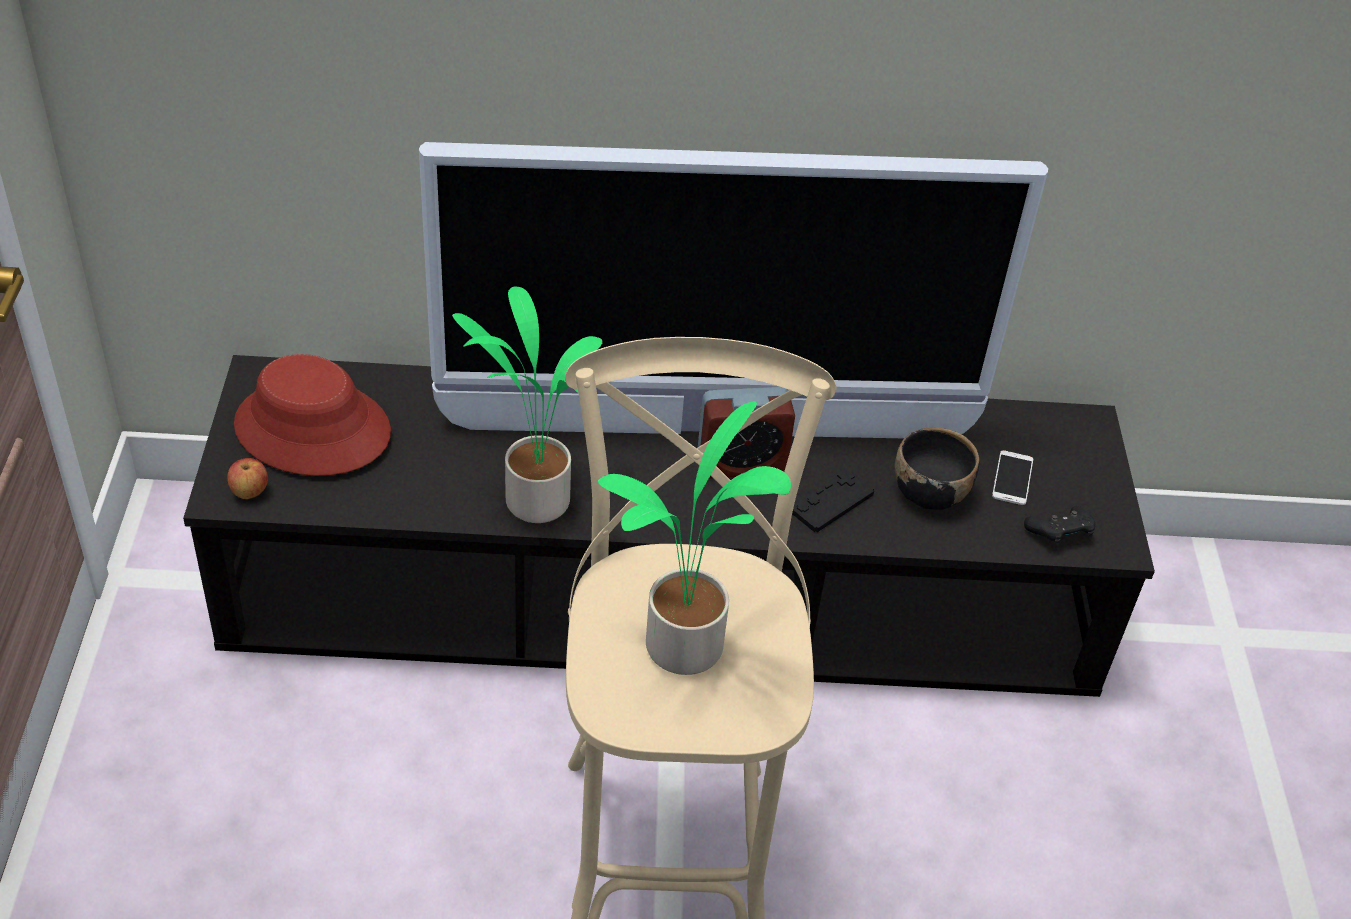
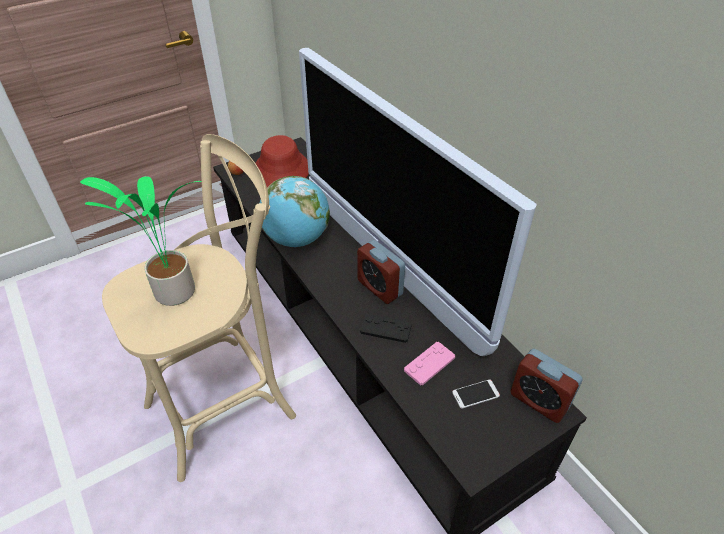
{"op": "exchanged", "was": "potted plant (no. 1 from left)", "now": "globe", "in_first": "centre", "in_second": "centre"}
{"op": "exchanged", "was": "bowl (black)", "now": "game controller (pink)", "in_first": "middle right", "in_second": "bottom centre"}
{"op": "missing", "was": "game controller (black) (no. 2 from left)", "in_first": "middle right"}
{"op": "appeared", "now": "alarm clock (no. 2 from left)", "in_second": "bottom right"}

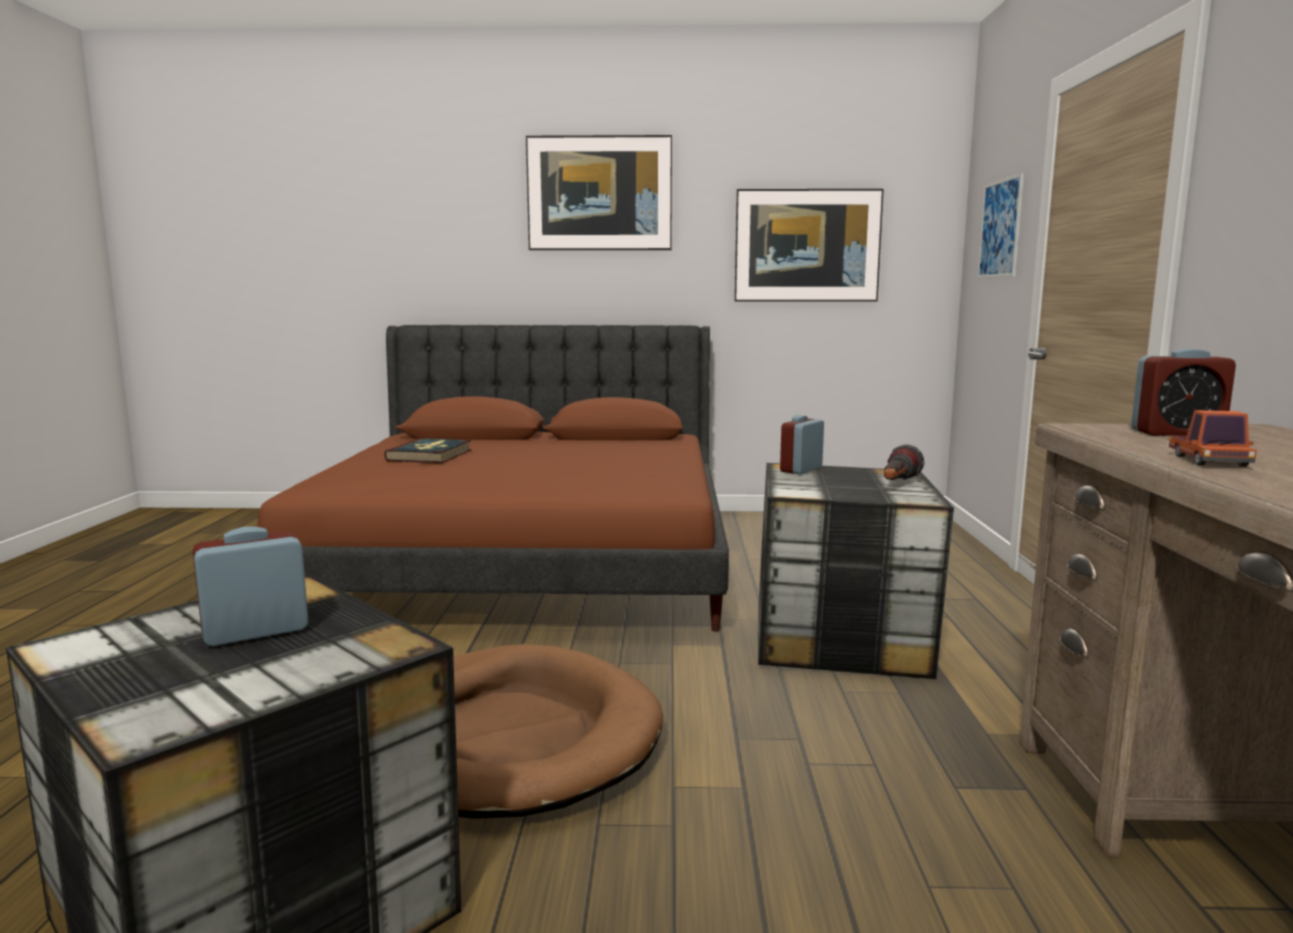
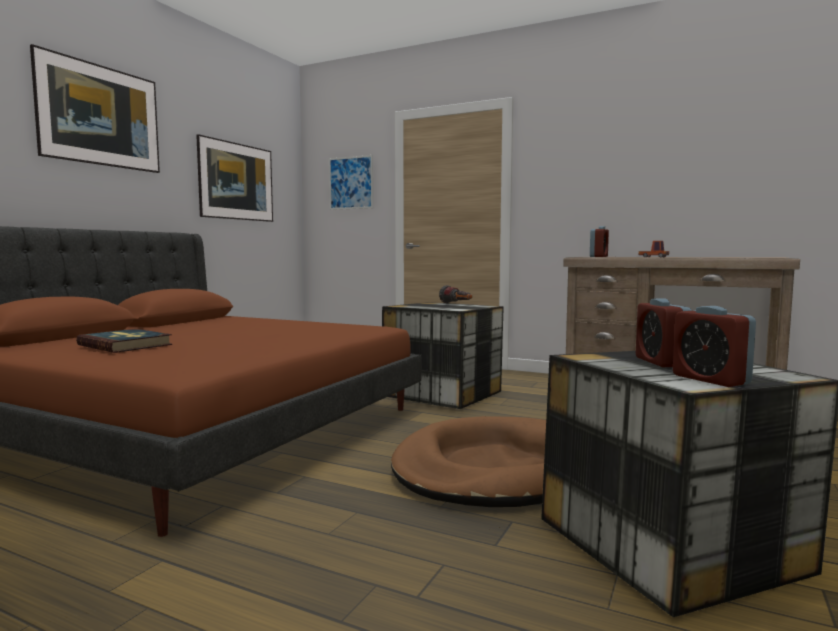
{"op": "relocated", "was": "alarm clock (no. 2 from left in the first image)", "now": "alarm clock (no. 3 from left)", "in_first": "centre", "in_second": "middle right"}

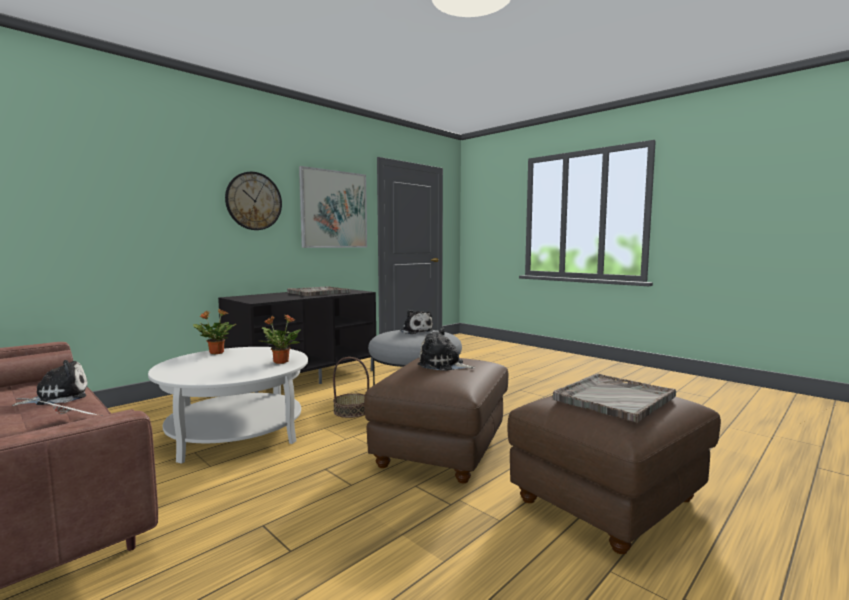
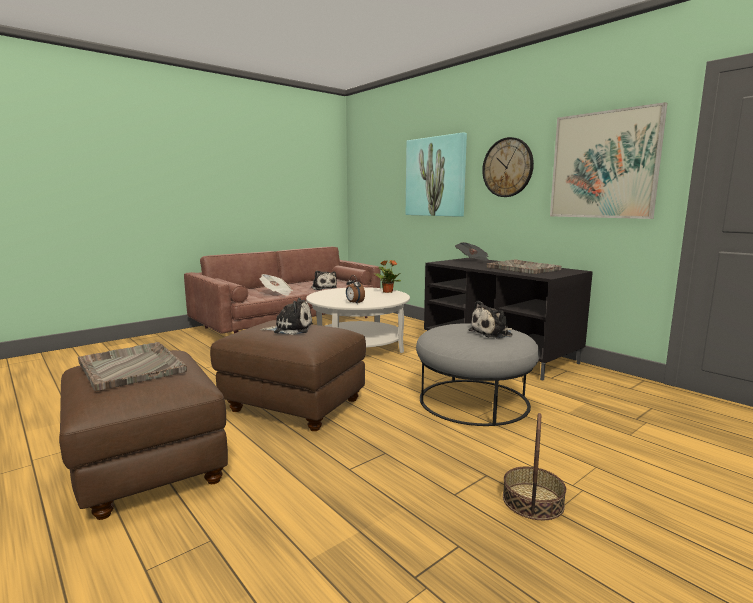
{"op": "exchanged", "was": "potted plant (no. 2 from left)", "now": "alarm clock", "in_first": "middle left", "in_second": "centre"}
{"op": "relocated", "was": "basket", "in_first": "centre", "in_second": "bottom right"}
{"op": "spun", "was": "plush toy (no. 3 from left in the first image)", "in_first": "centre", "in_second": "centre", "clockwise": 60}
{"op": "appeared", "now": "picture (no. 1 from left)", "in_second": "top centre"}
{"op": "appeared", "now": "newspaper (no. 2 from left)", "in_second": "centre"}

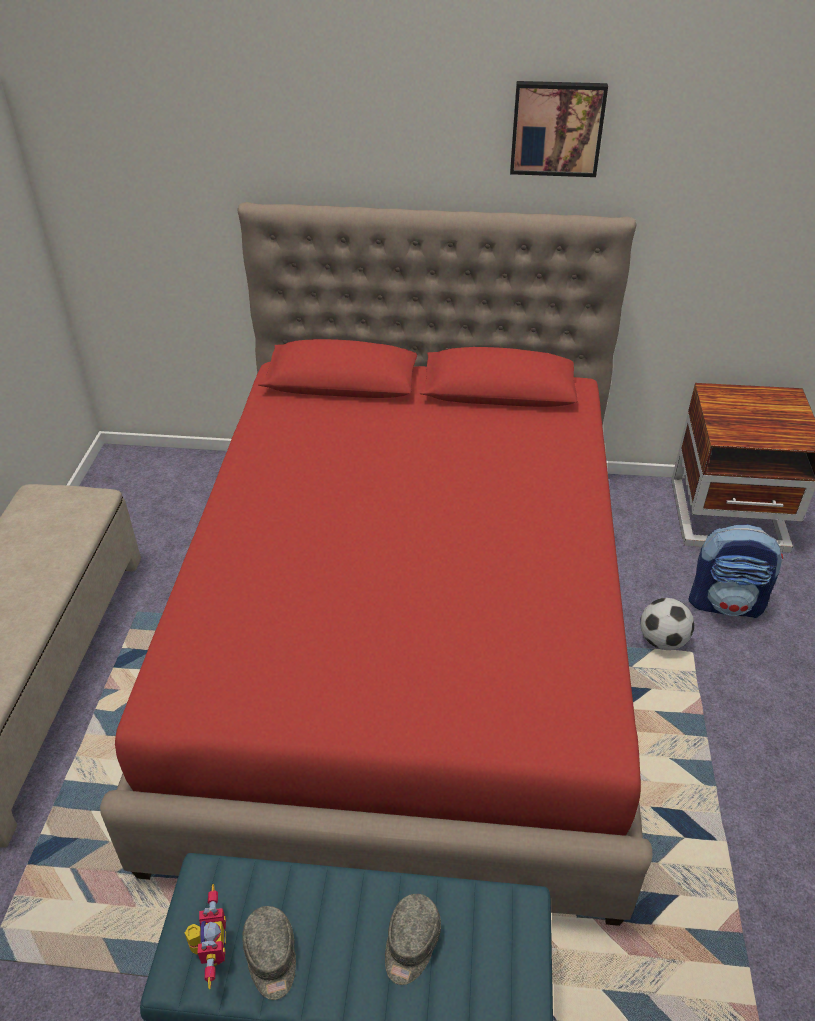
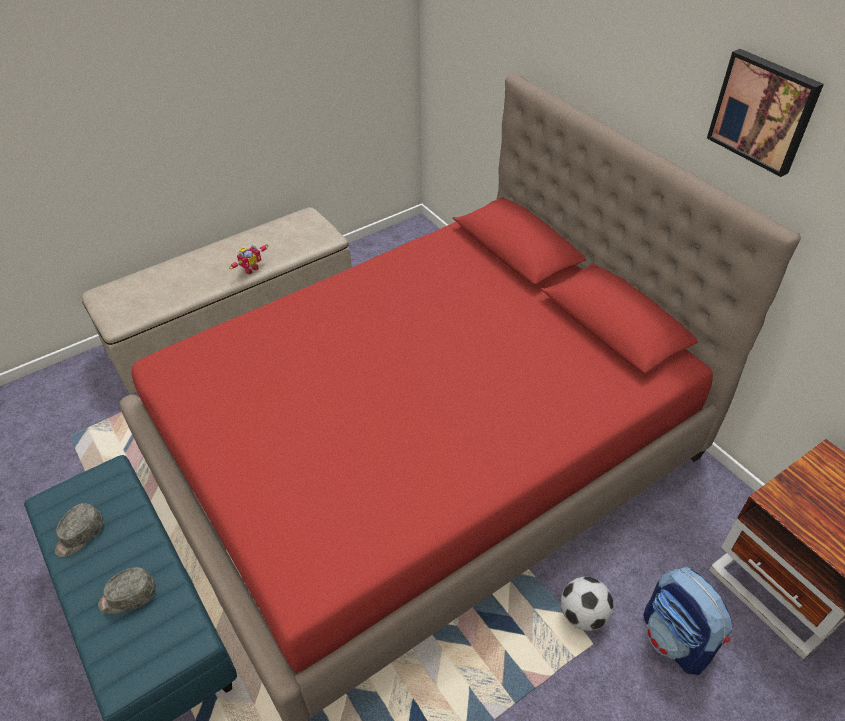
{"op": "relocated", "was": "toy robot", "in_first": "bottom left", "in_second": "middle left"}

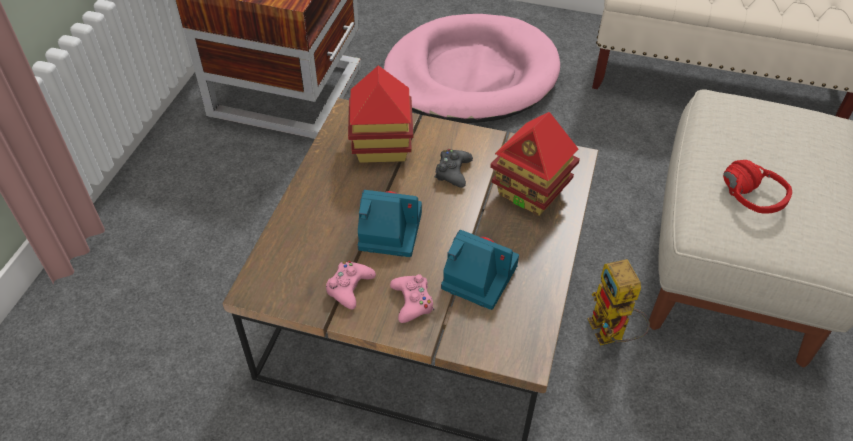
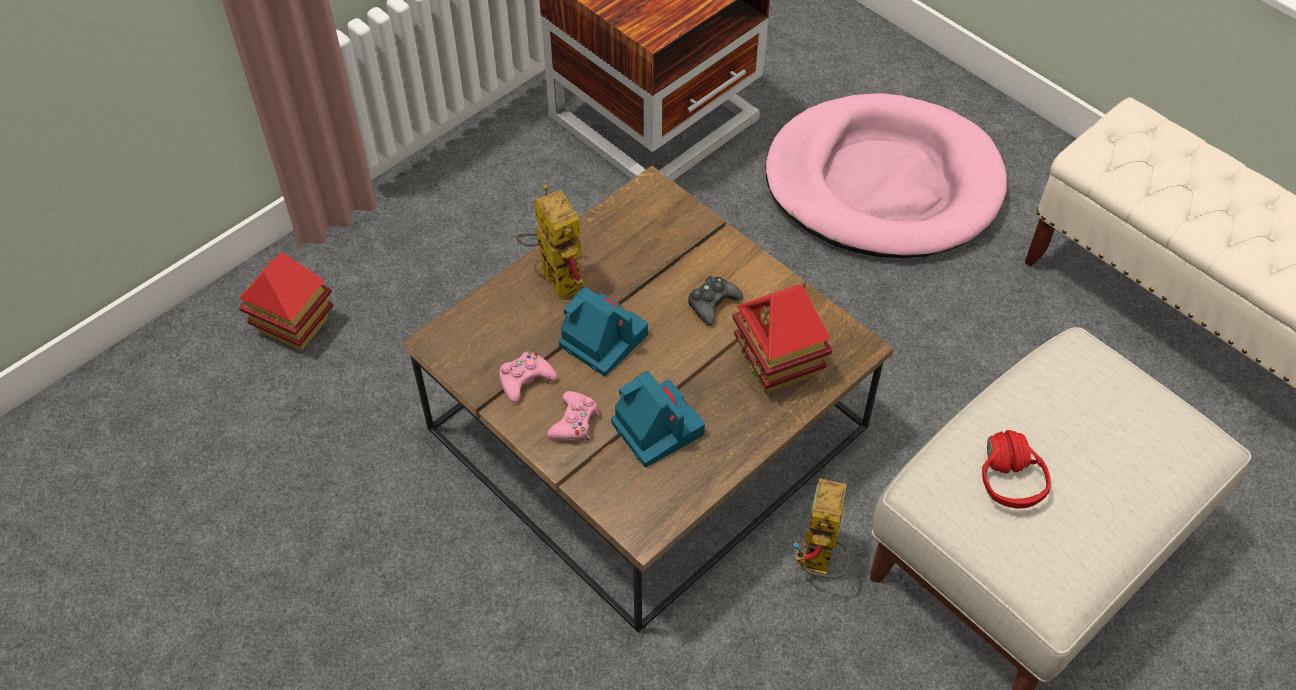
{"op": "relocated", "was": "toy house (no. 1 from left)", "in_first": "top centre", "in_second": "middle left"}
{"op": "appeared", "now": "toy robot (no. 1 from left)", "in_second": "centre"}

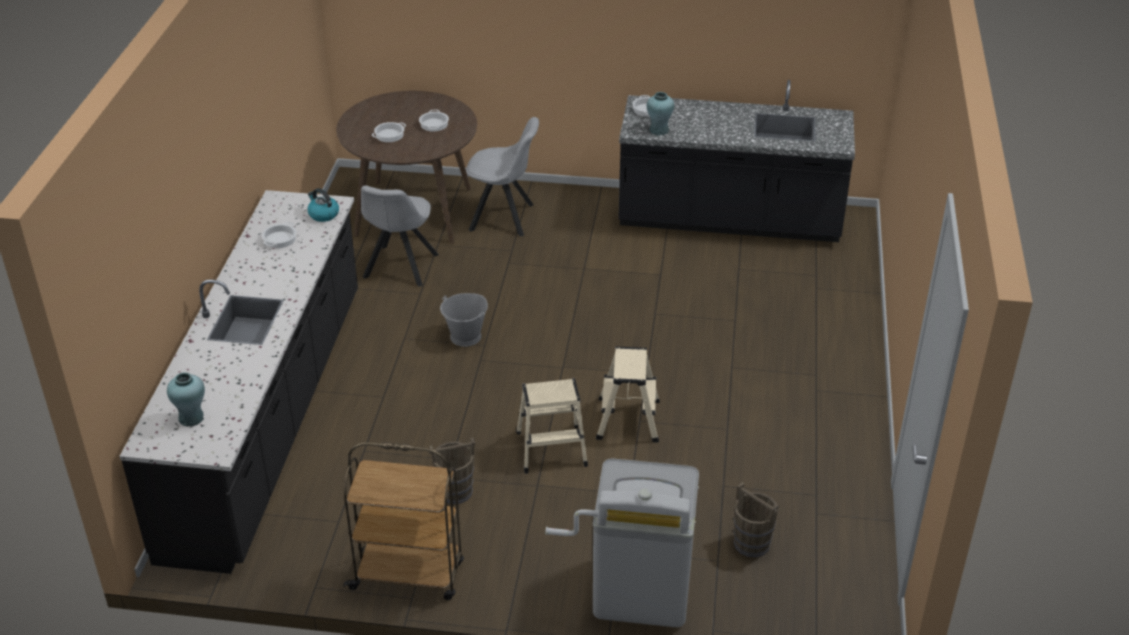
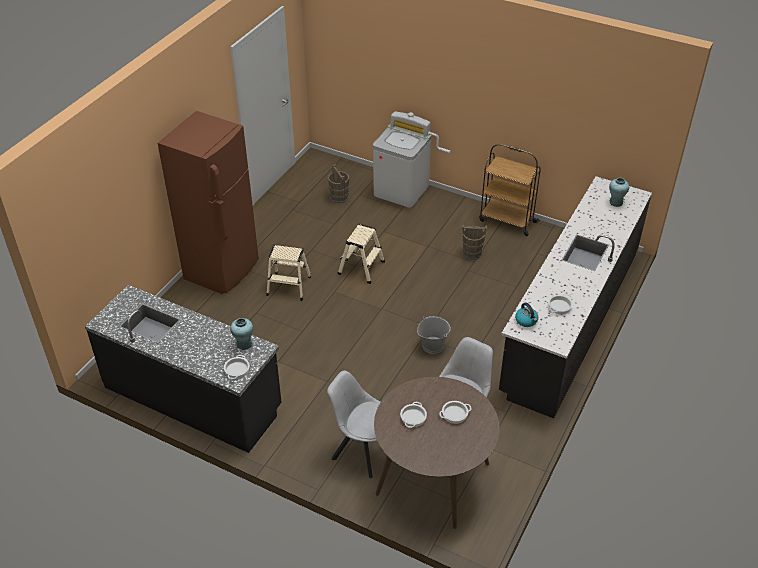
{"op": "relocated", "was": "step ladder (beige) (no. 1 from left)", "in_first": "bottom centre", "in_second": "centre"}
{"op": "appeared", "now": "fridge (brown)", "in_second": "middle left"}

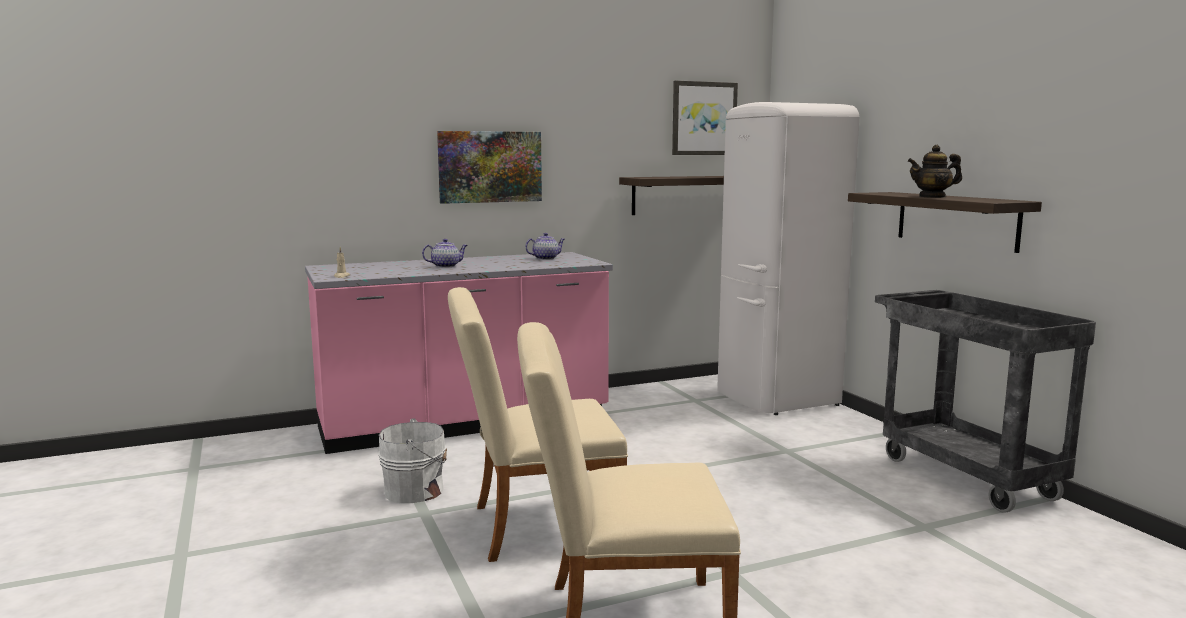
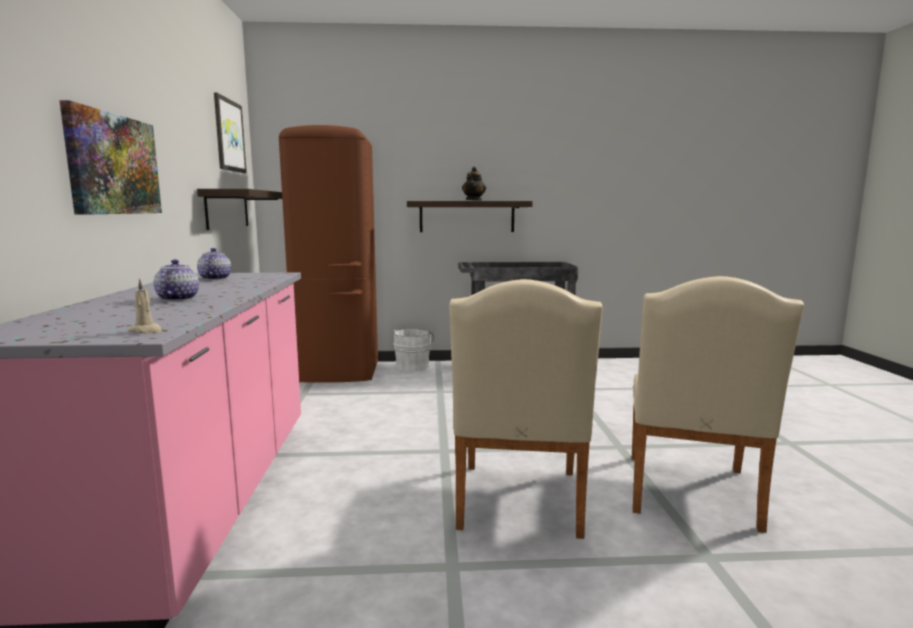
{"op": "relocated", "was": "bucket (white)", "in_first": "bottom centre", "in_second": "centre"}
{"op": "colour", "was": "fridge (white)", "now": "fridge (brown)", "in_first": "centre", "in_second": "centre"}

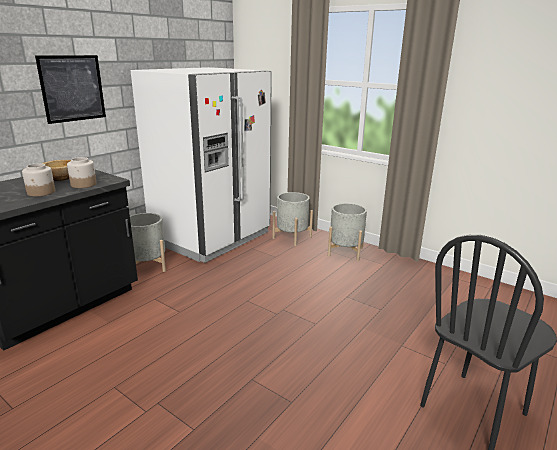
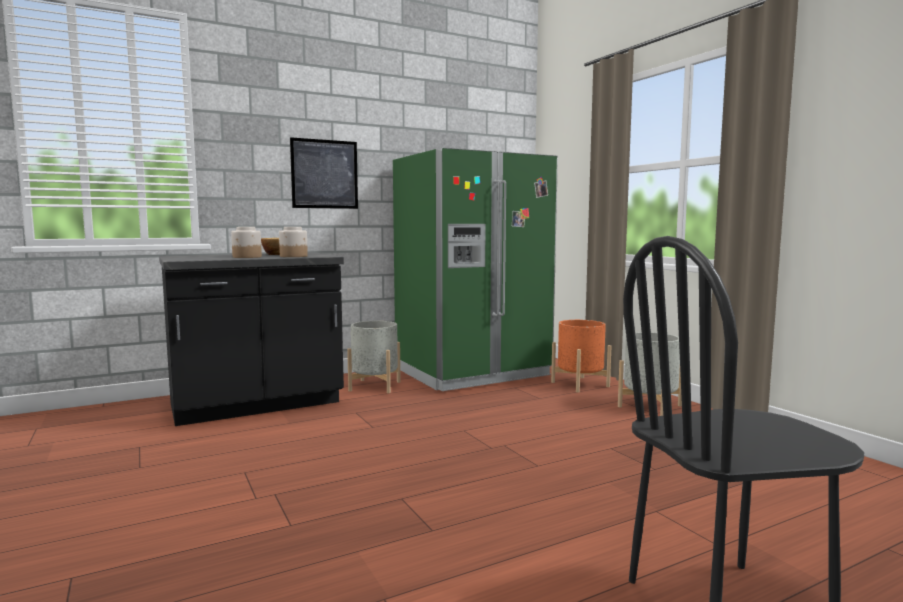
{"op": "colour", "was": "fridge (white)", "now": "fridge (green)", "in_first": "centre", "in_second": "centre"}
{"op": "colour", "was": "planter (grey) (no. 2 from left)", "now": "planter (orange)", "in_first": "centre", "in_second": "centre"}

